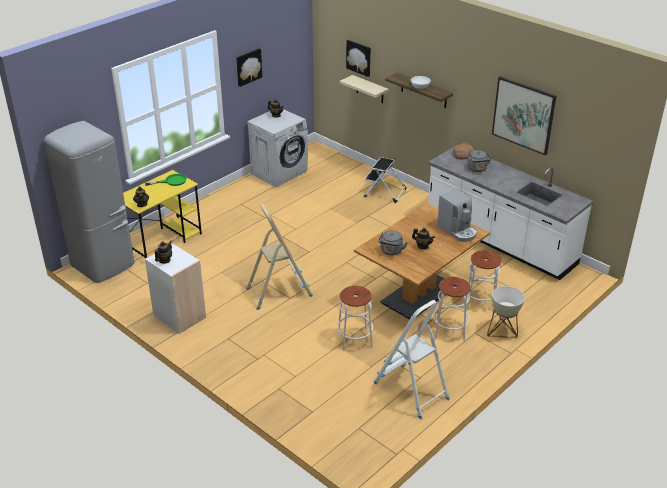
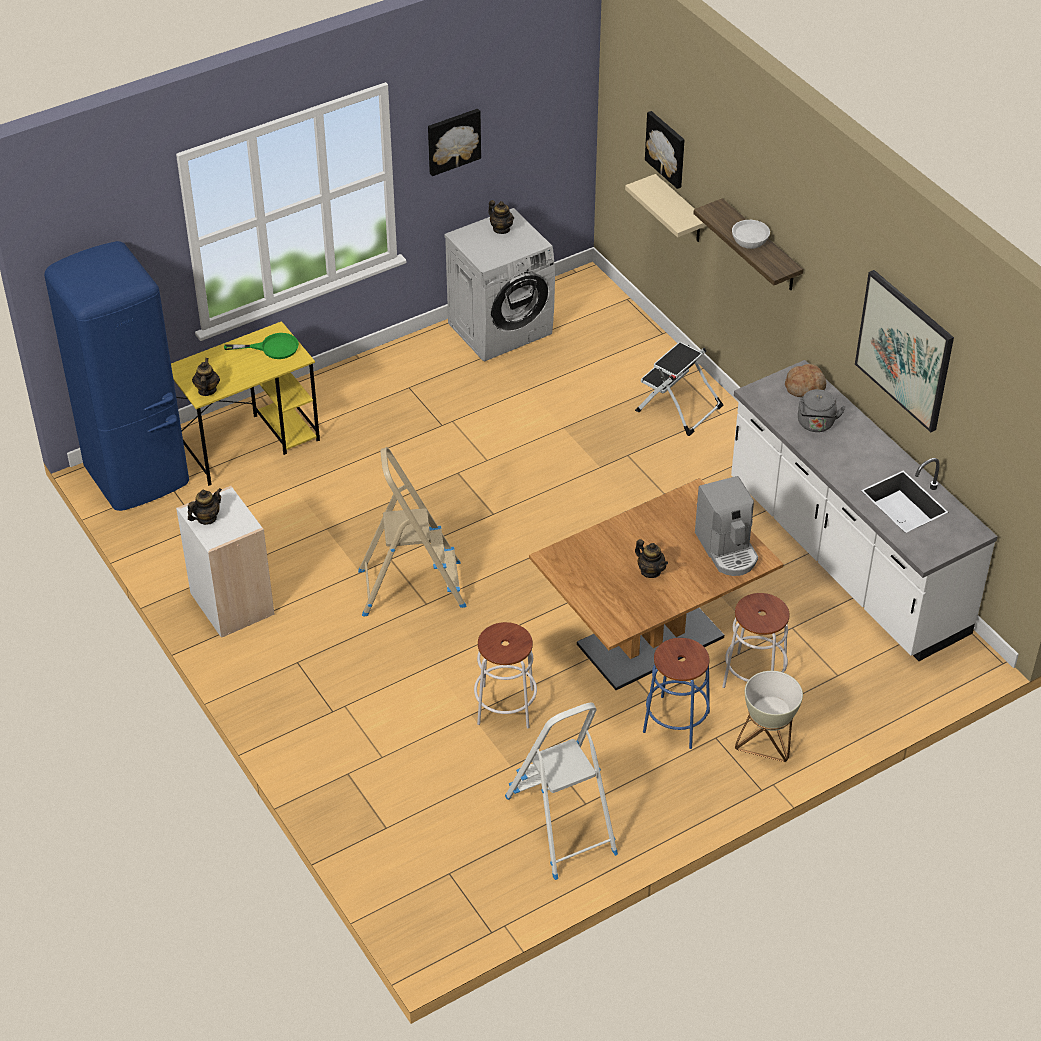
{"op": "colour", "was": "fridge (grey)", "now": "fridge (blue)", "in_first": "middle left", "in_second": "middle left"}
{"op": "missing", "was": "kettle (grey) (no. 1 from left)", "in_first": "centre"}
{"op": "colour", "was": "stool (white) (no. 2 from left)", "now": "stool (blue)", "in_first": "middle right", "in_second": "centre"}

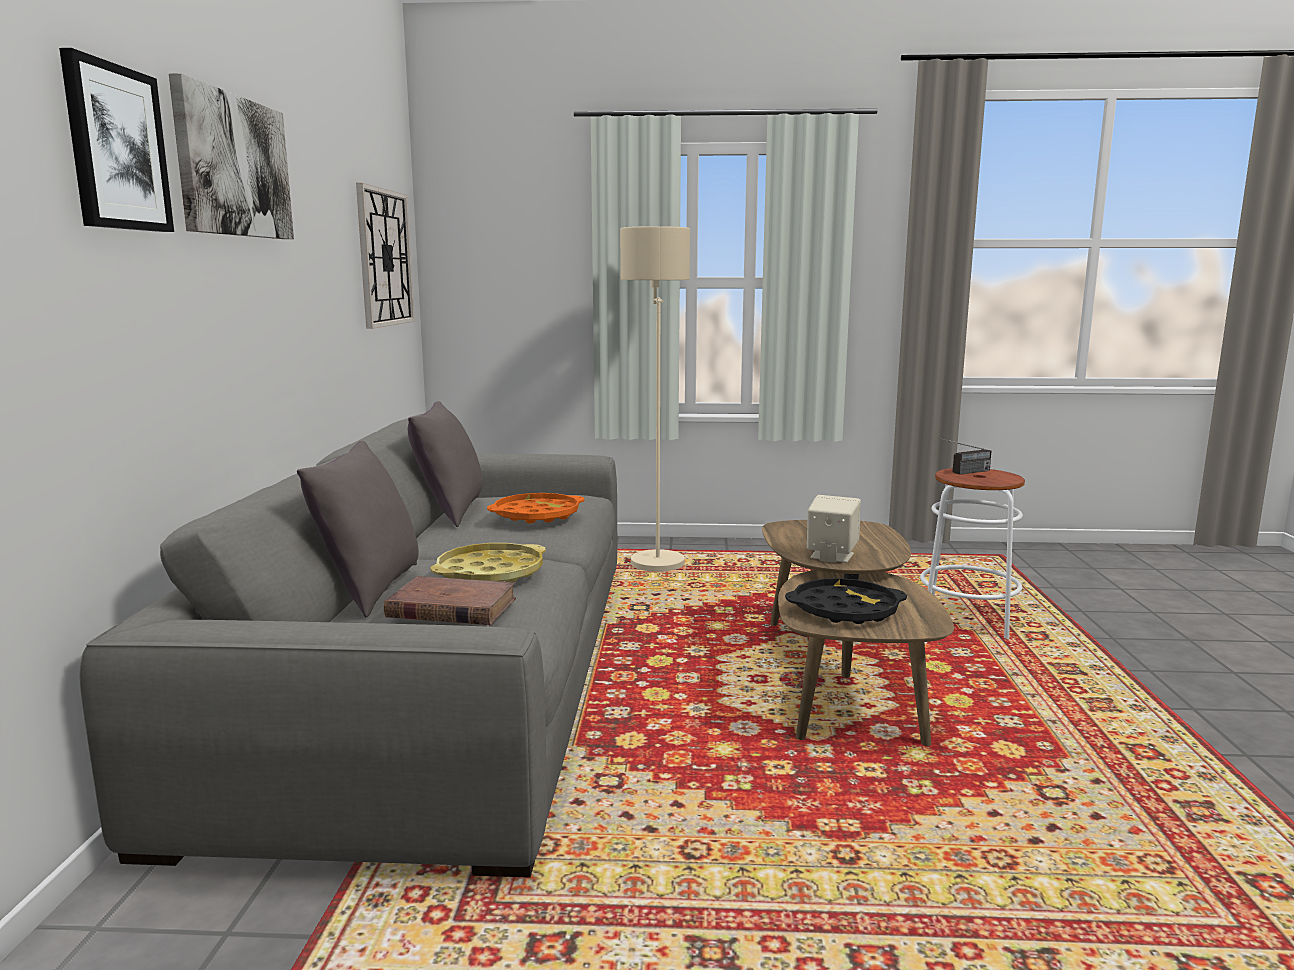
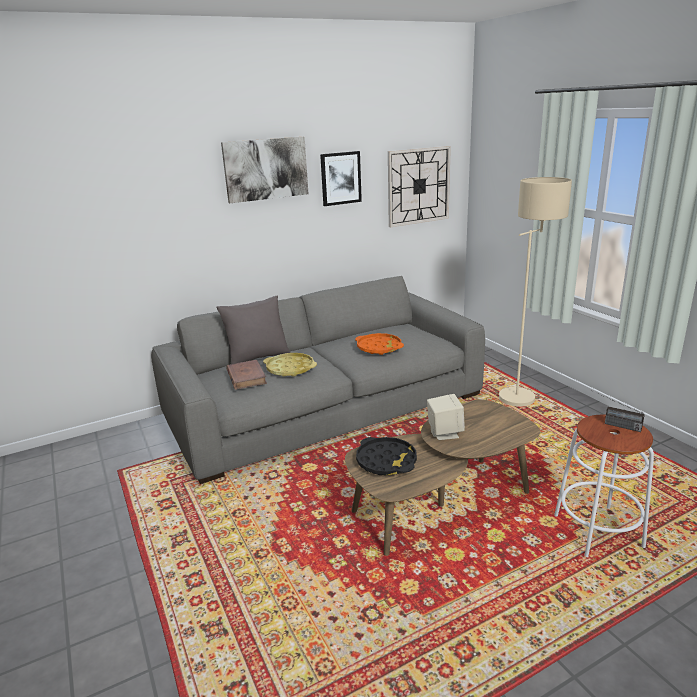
{"op": "relocated", "was": "picture (no. 1 from left in the first image)", "now": "picture (no. 2 from left)", "in_first": "top left", "in_second": "top centre"}
{"op": "missing", "was": "pillow (grey) (no. 2 from left)", "in_first": "centre"}

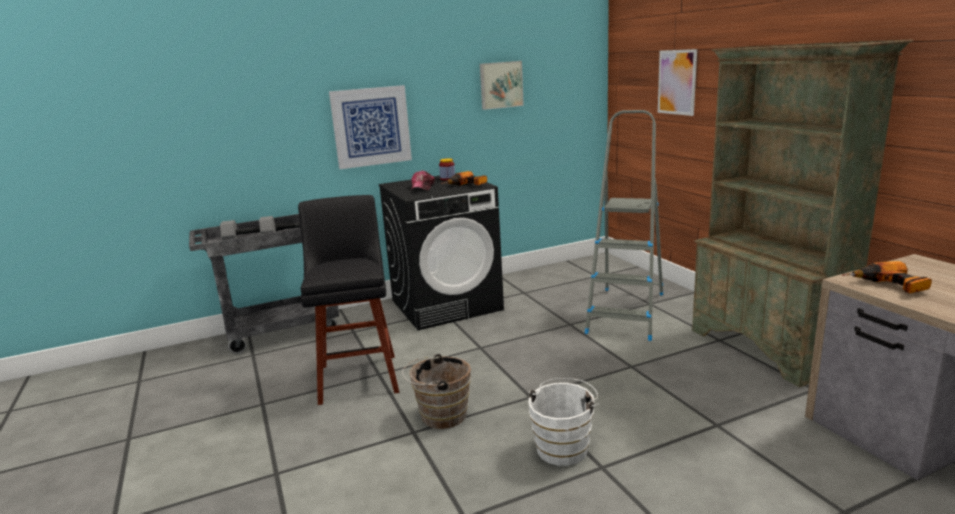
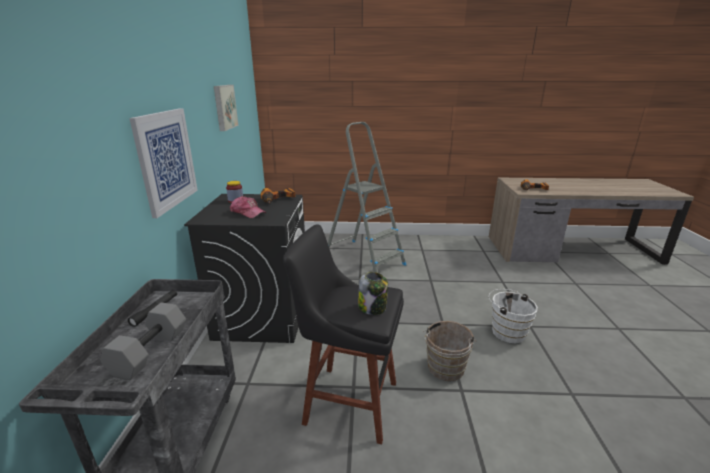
{"op": "missing", "was": "picture (no. 3 from left)", "in_first": "top right"}
{"op": "missing", "was": "bookcase (green)", "in_first": "middle right"}
{"op": "appeared", "now": "jar (no. 2 from left)", "in_second": "centre"}

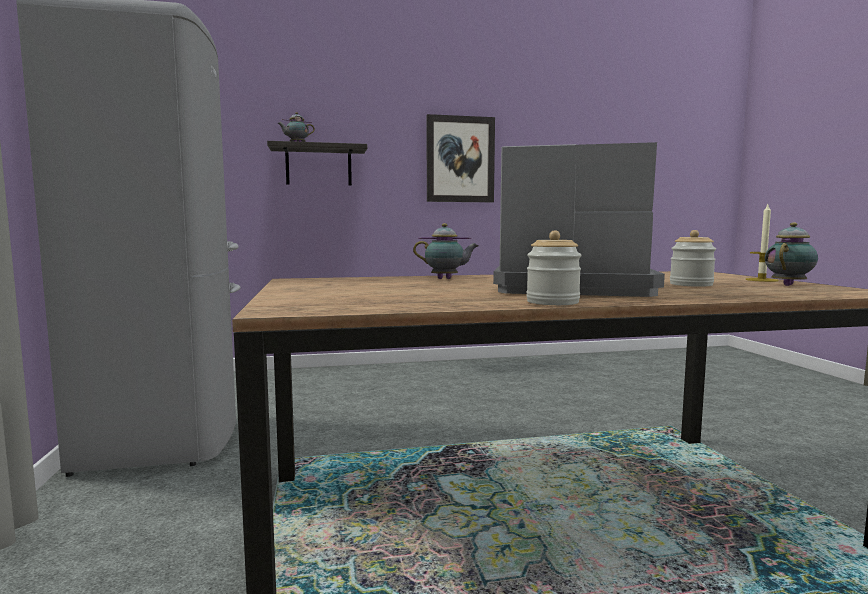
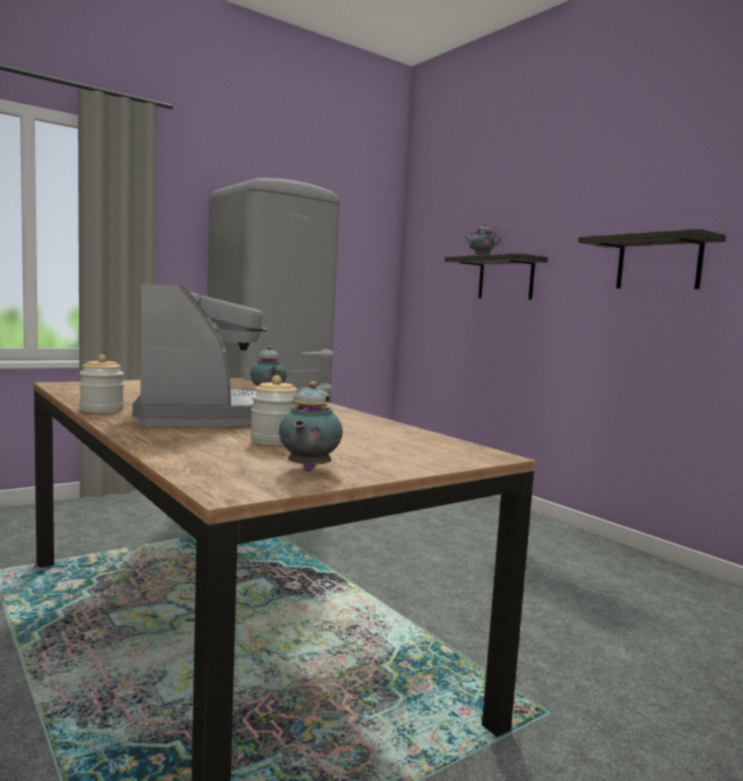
{"op": "exchanged", "was": "picture", "now": "shelf (no. 2 from left)", "in_first": "top centre", "in_second": "top right"}
{"op": "missing", "was": "candle", "in_first": "middle right"}
{"op": "spun", "was": "teapot (no. 3 from left in the first image)", "in_first": "middle right", "in_second": "centre", "clockwise": 75}

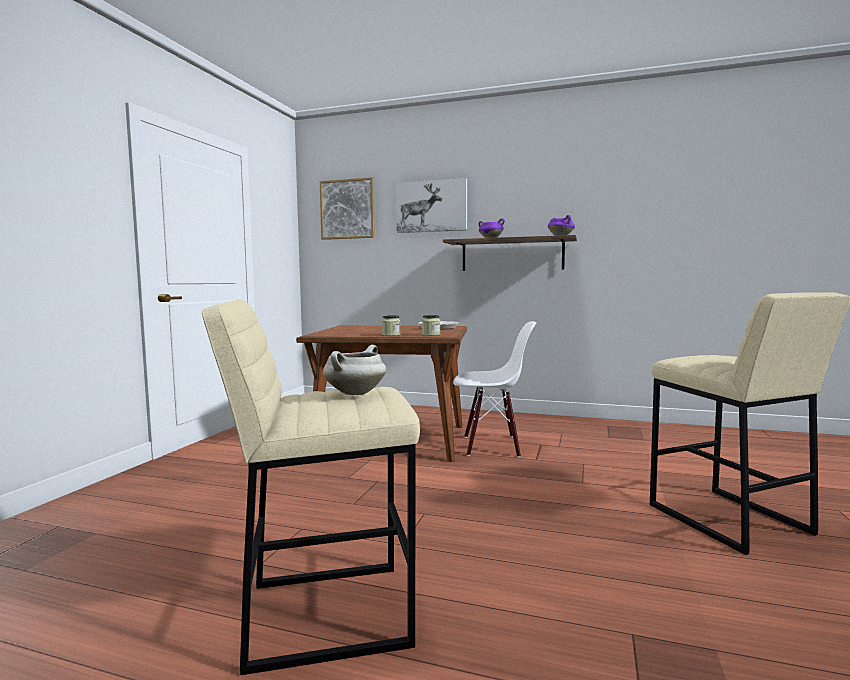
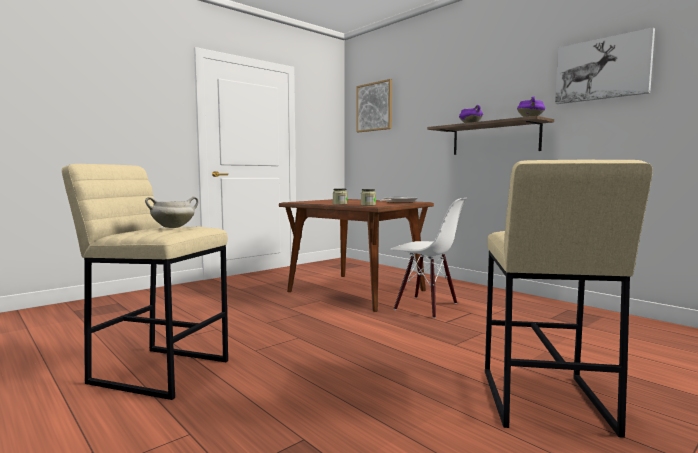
{"op": "relocated", "was": "picture (no. 2 from left)", "in_first": "top centre", "in_second": "top right"}

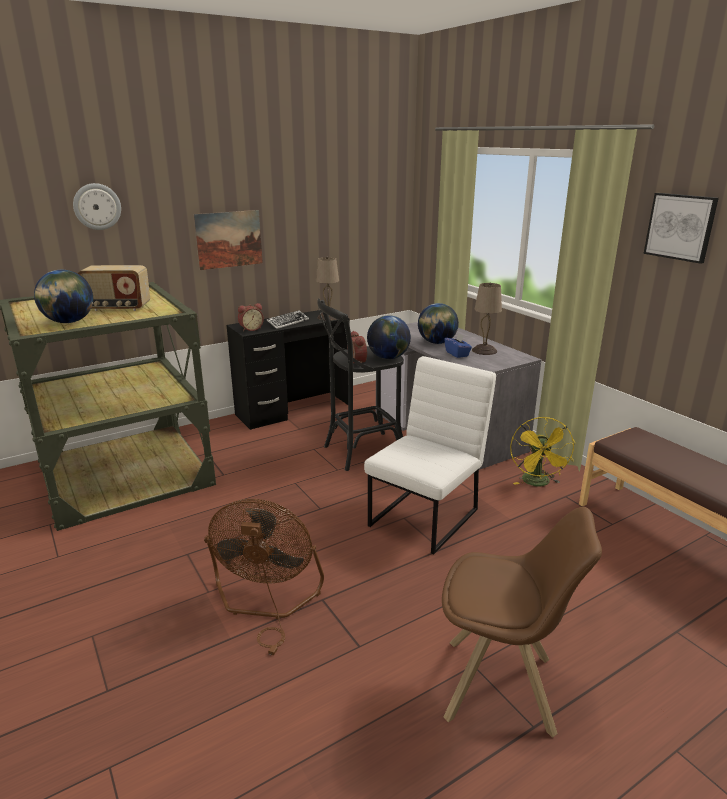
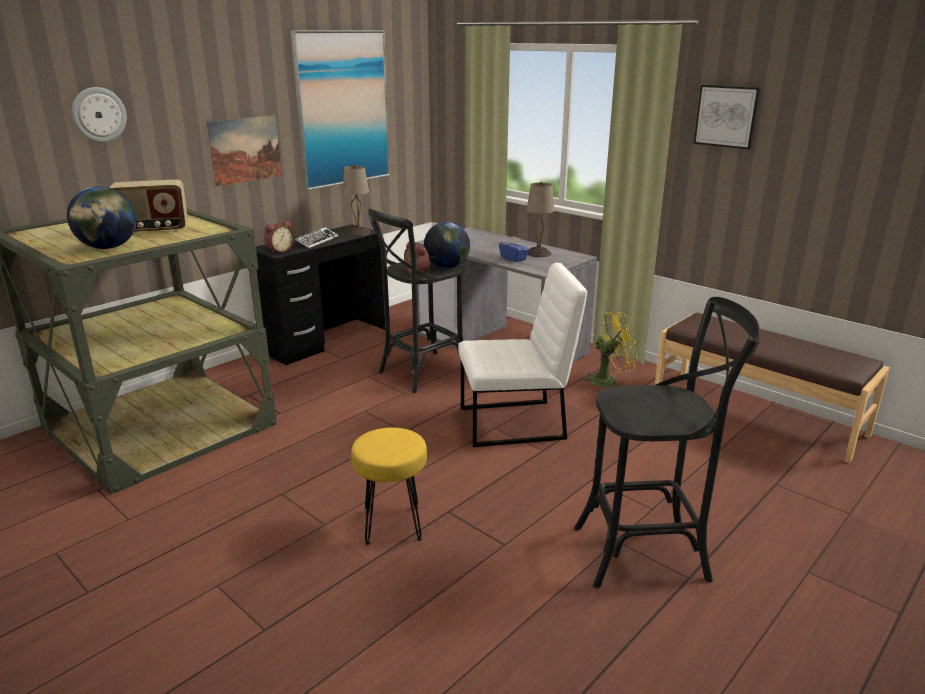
{"op": "exchanged", "was": "fan (brown)", "now": "stool (yellow)", "in_first": "bottom centre", "in_second": "bottom centre"}
{"op": "spun", "was": "chair (white)", "in_first": "centre", "in_second": "centre", "clockwise": 60}
{"op": "missing", "was": "globe (no. 3 from left)", "in_first": "centre"}
{"op": "exchanged", "was": "chair (brown)", "now": "stool (black) (no. 2 from left)", "in_first": "bottom right", "in_second": "middle right"}
{"op": "spun", "was": "fan (yellow)", "in_first": "middle right", "in_second": "centre", "clockwise": -90}
{"op": "appeared", "now": "picture (no. 2 from left)", "in_second": "top centre"}

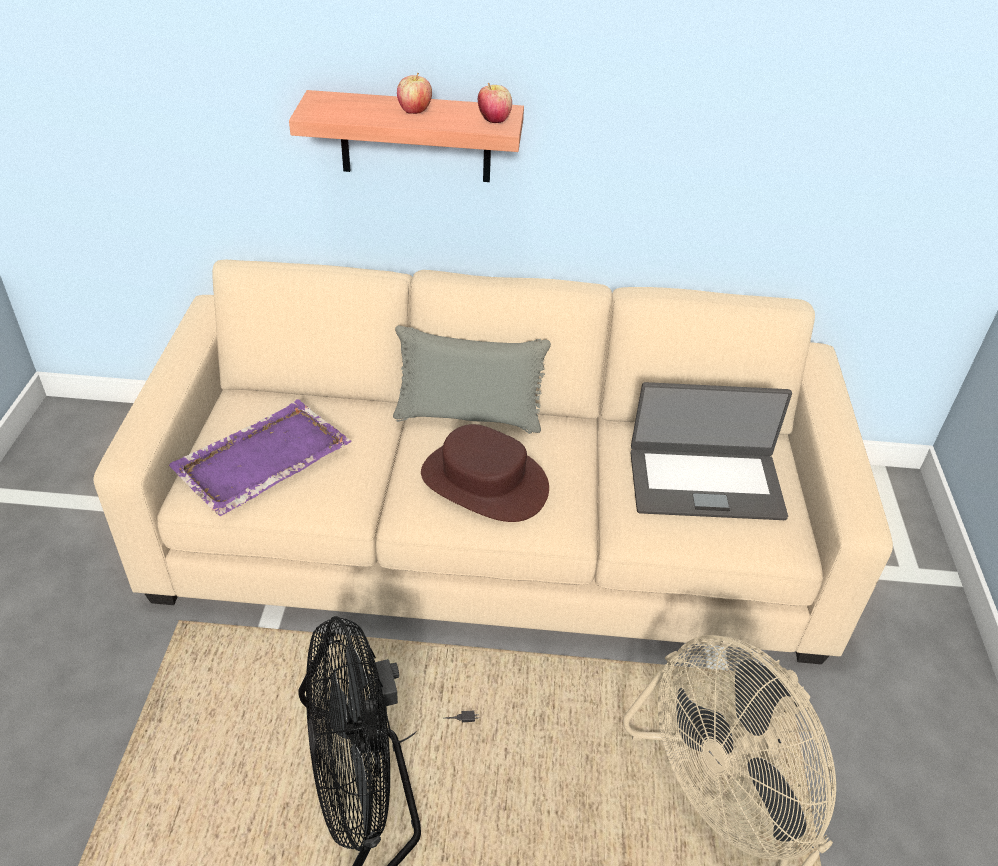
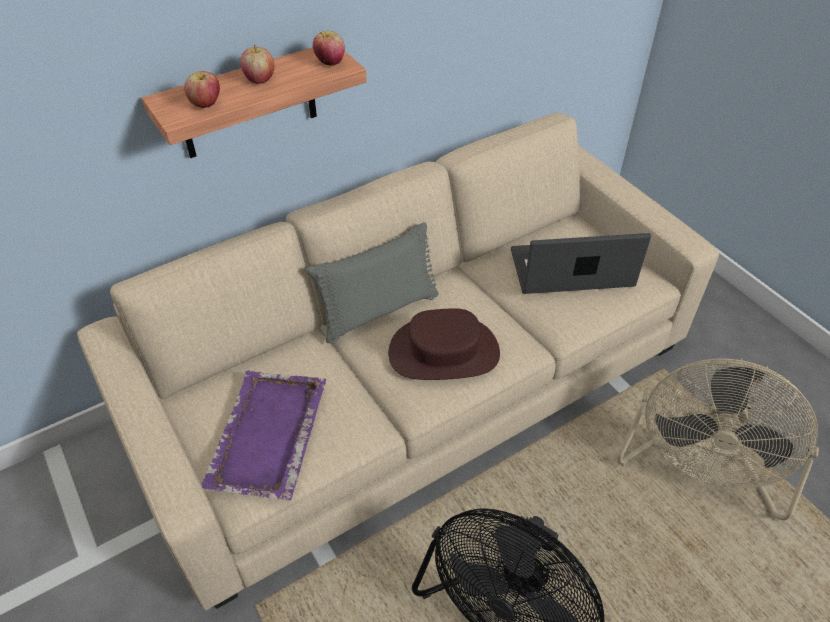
{"op": "spun", "was": "laptop", "in_first": "middle right", "in_second": "middle right", "clockwise": -150}
{"op": "appeared", "now": "apple (no. 1 from left)", "in_second": "top left"}

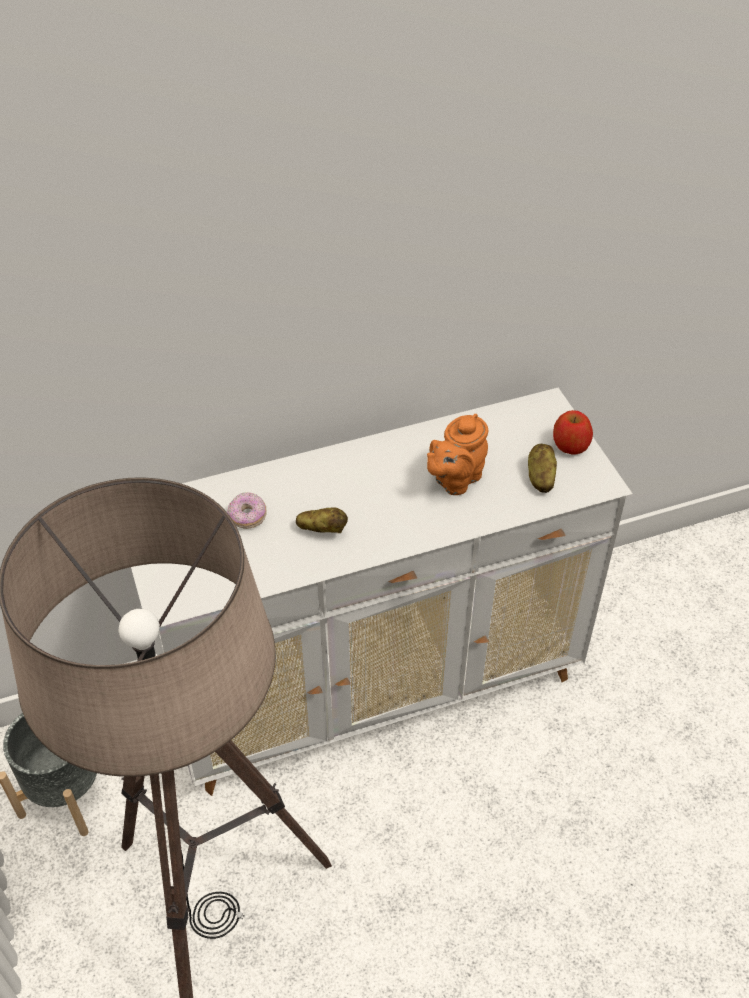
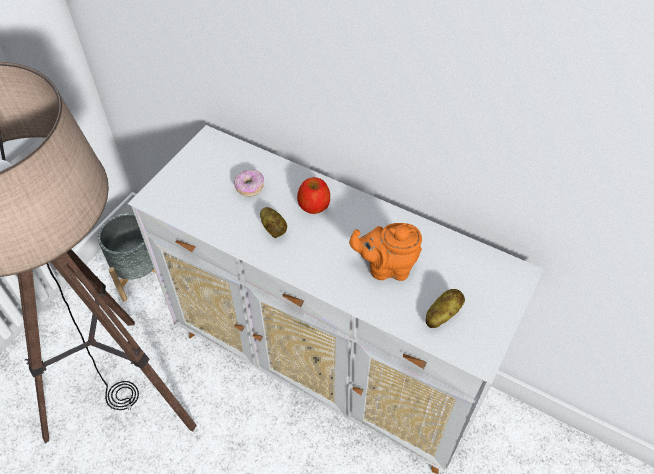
{"op": "relocated", "was": "apple", "in_first": "middle right", "in_second": "centre"}

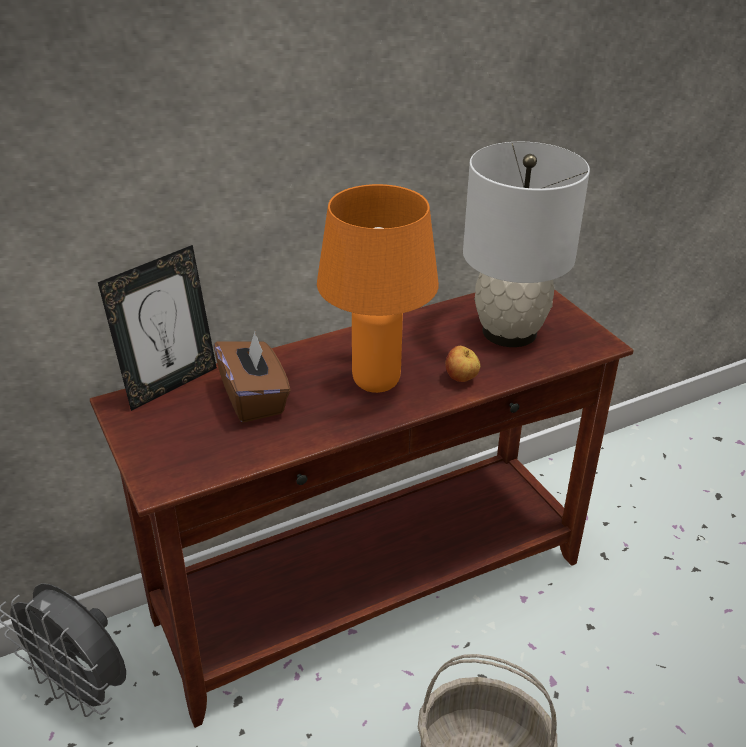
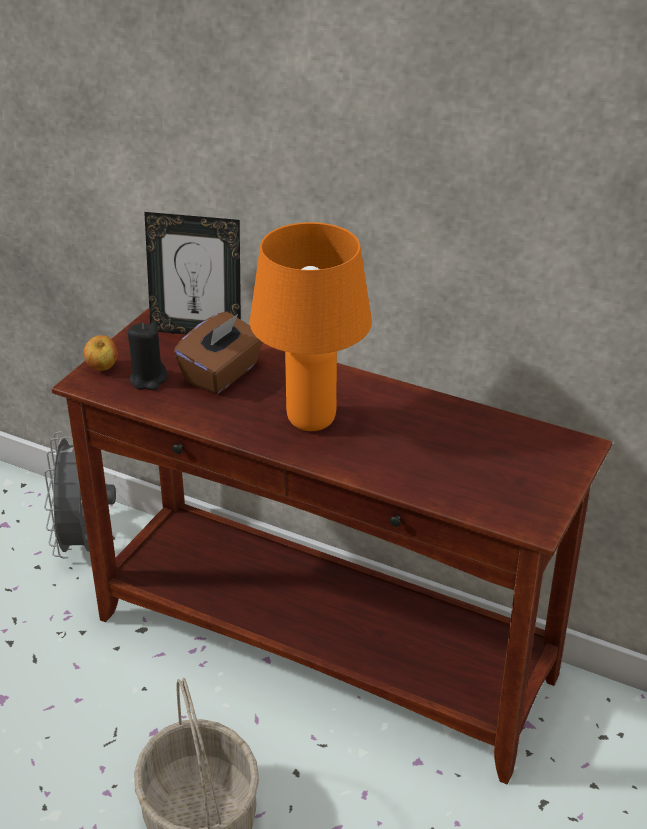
{"op": "relocated", "was": "apple", "in_first": "centre", "in_second": "middle left"}
{"op": "missing", "was": "table lamp (white)", "in_first": "top right"}
{"op": "appeared", "now": "candle (black)", "in_second": "middle left"}

